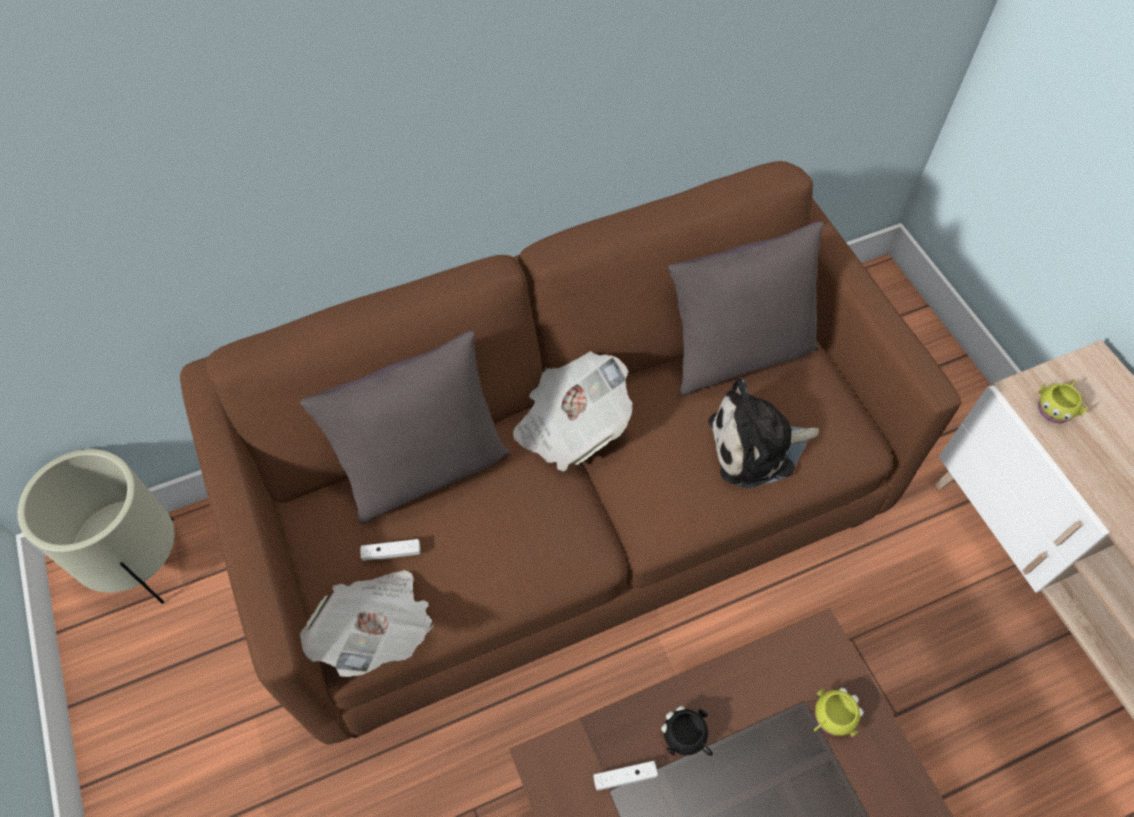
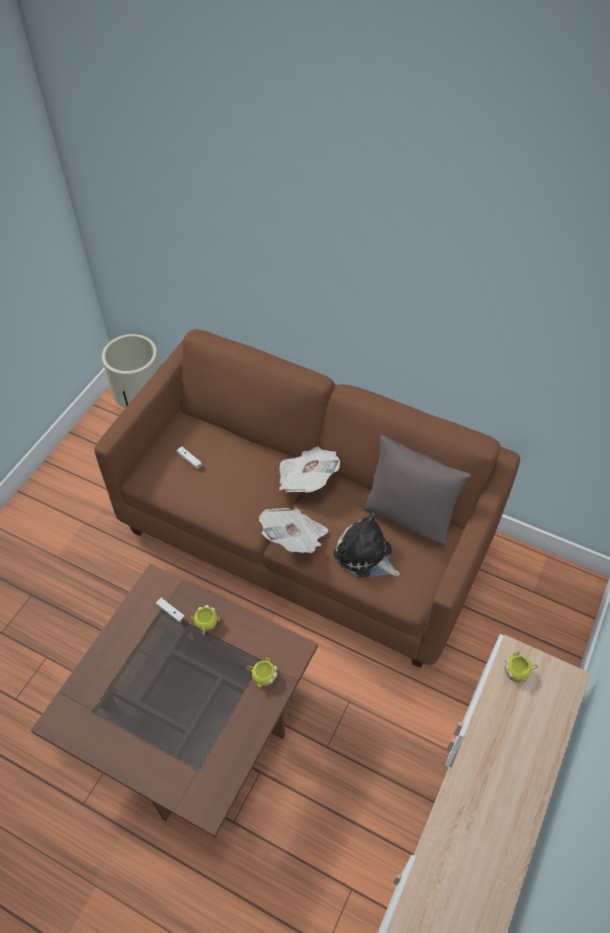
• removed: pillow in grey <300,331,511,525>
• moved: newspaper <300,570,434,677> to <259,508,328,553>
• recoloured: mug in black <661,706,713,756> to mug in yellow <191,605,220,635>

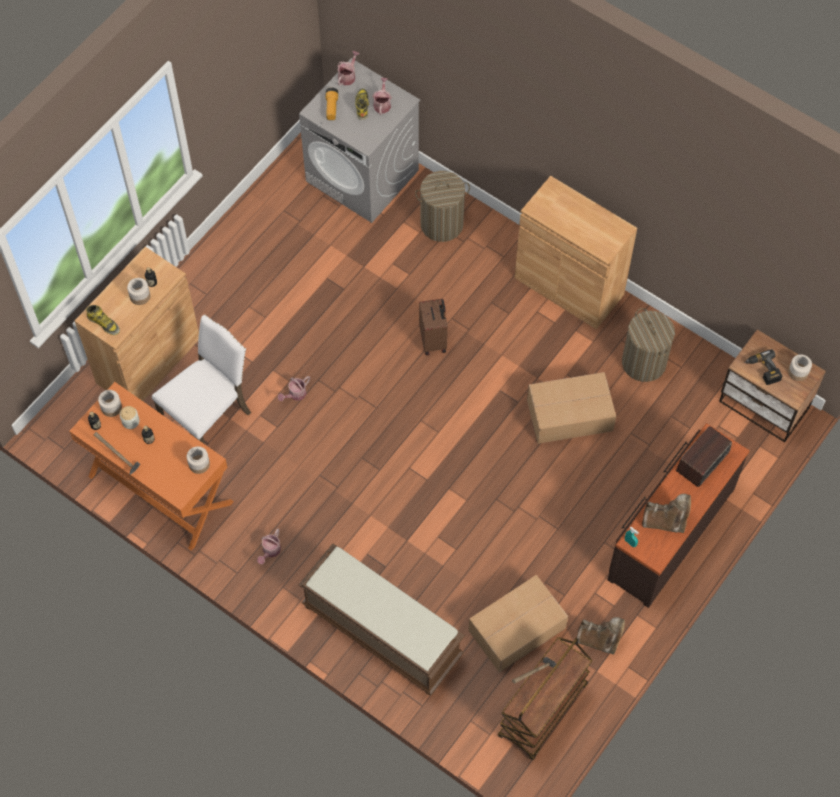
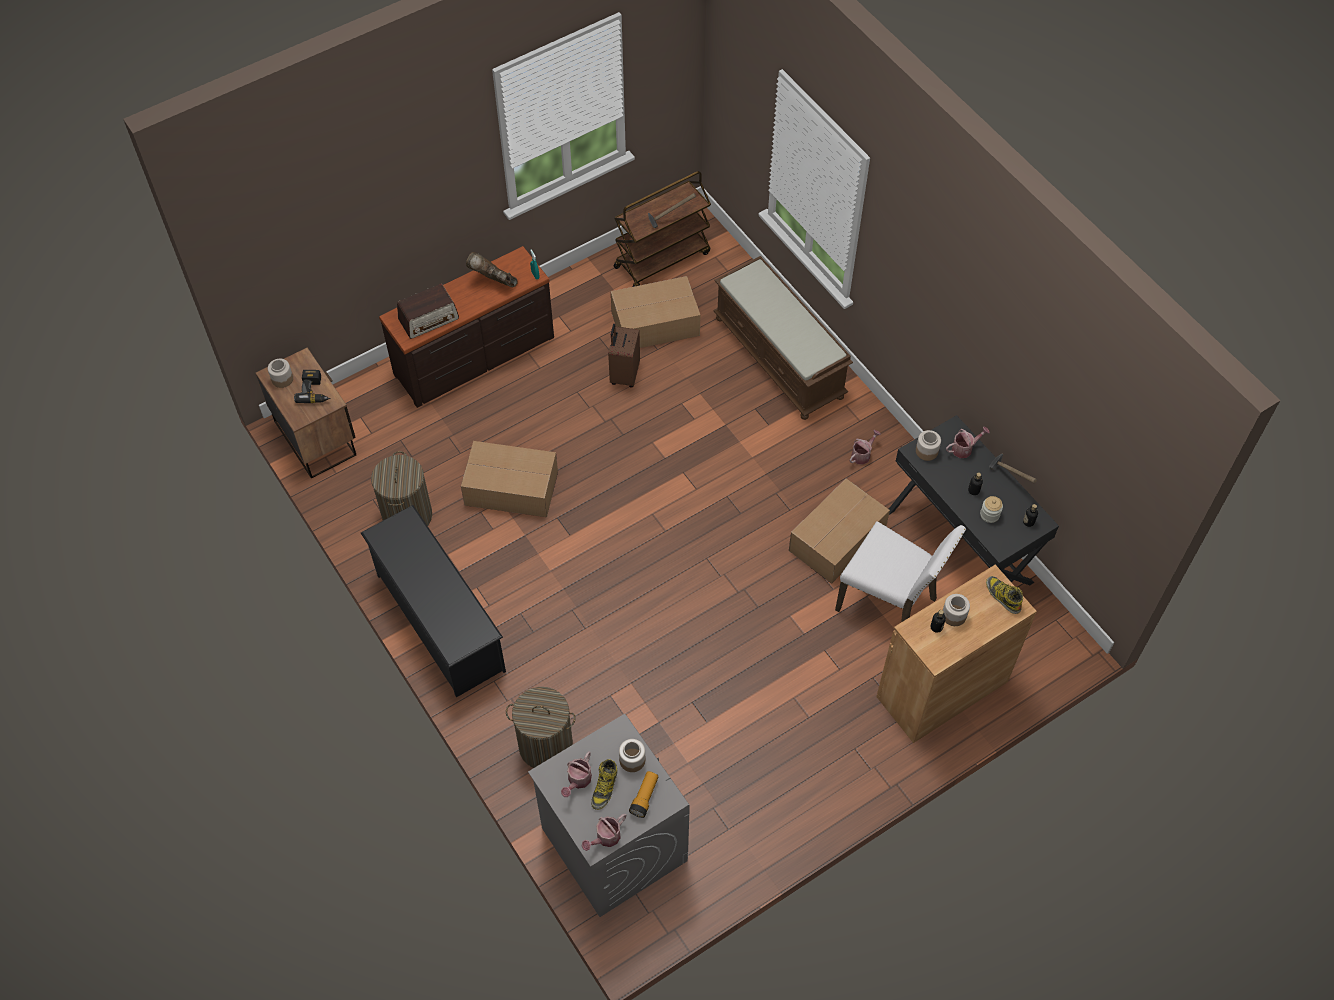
• replaced: cabinet in brown <515,176,637,329> to shoe rack in black <361,505,506,698>
• moved: suitcase in brown <419,299,448,355> to <608,324,640,387>
• turned: chair in white <152,315,251,444> = <835,522,966,622> 120 degrees counterclockwise
• moved: watering can <278,376,310,401> to <946,426,990,458>
• recoloured: desk in orange <69,382,234,551> to desk in black <889,415,1059,585>
• moved: jar <98,390,122,417> to <619,739,645,772>
• removed: boot in brown <577,617,625,655>
• added: cardboard box <789,478,890,584>

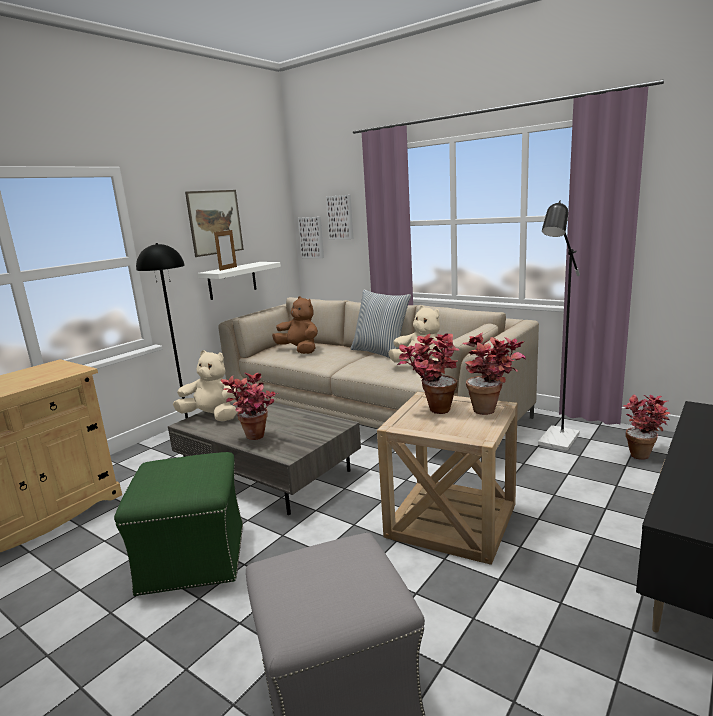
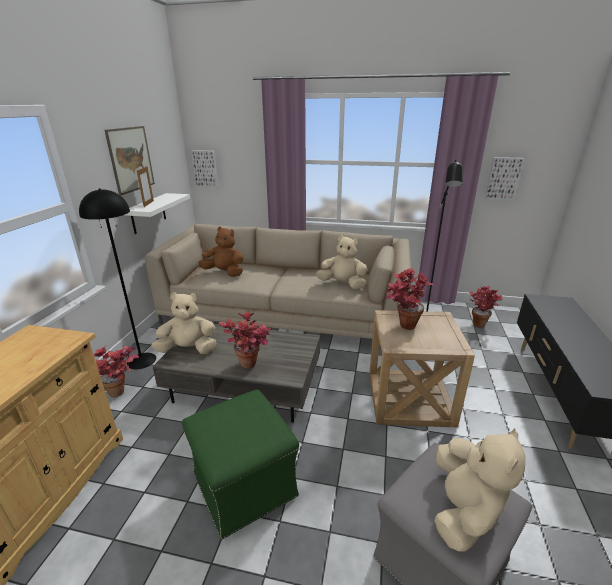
• moved: picture <326,195,354,239> to <485,157,524,200>
• removed: pillow <350,289,411,358>
• moved: potted plant <462,332,526,415> to <94,346,139,397>
• added: plush toy in beige <435,428,526,551>

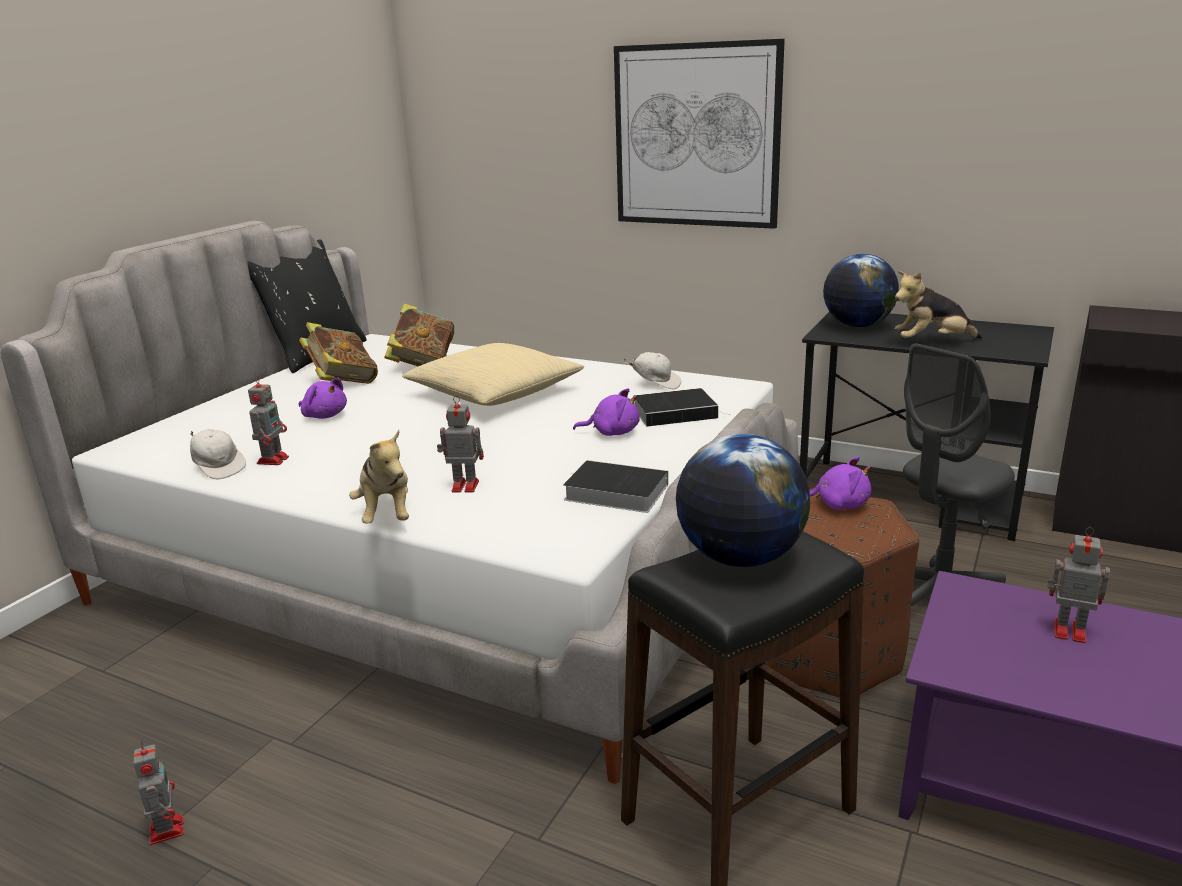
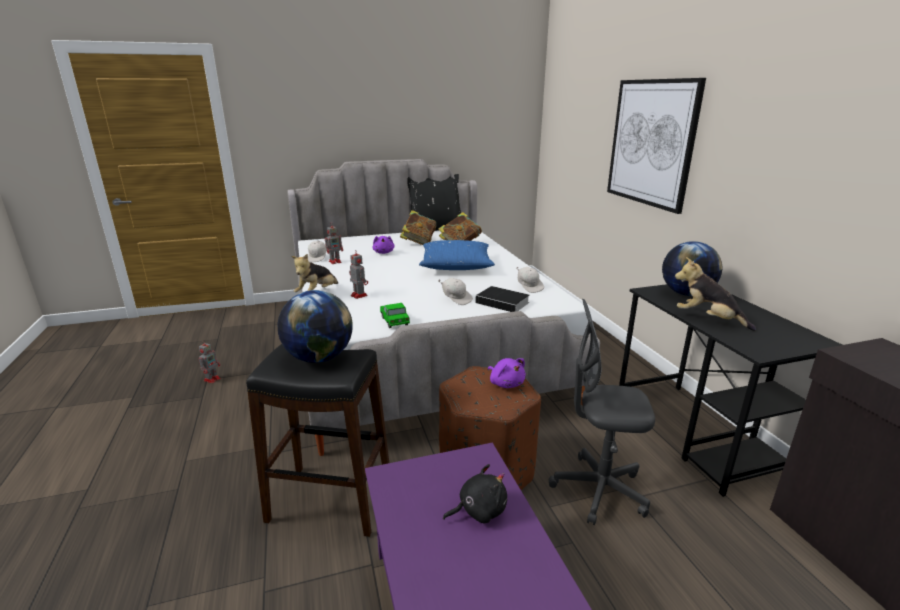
• recoloured: pillow in beige <402,343,584,406> to pillow in blue <419,240,495,270>
• replaced: plush toy in purple <573,388,640,436> to cap in white <439,278,473,305>
• replaced: book <563,460,668,513> to toy car <380,303,410,328>
• replaced: toy robot <1047,527,1110,643> to plush toy in black <443,464,507,523>

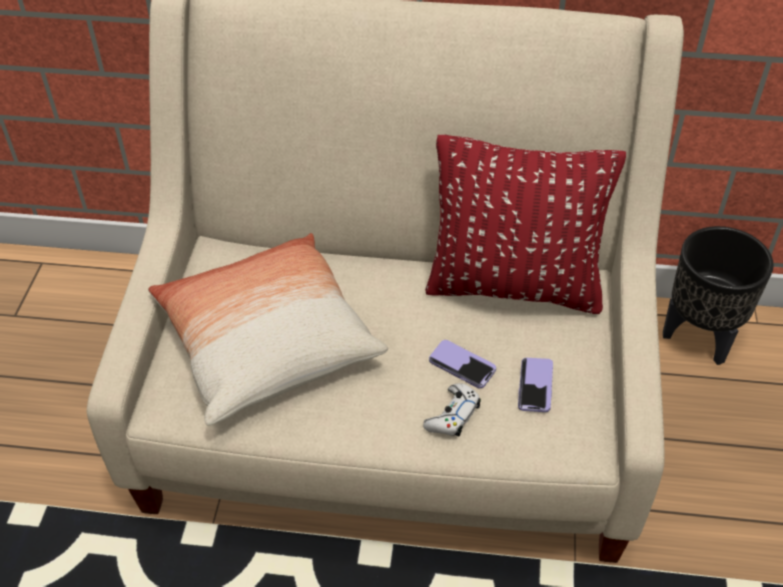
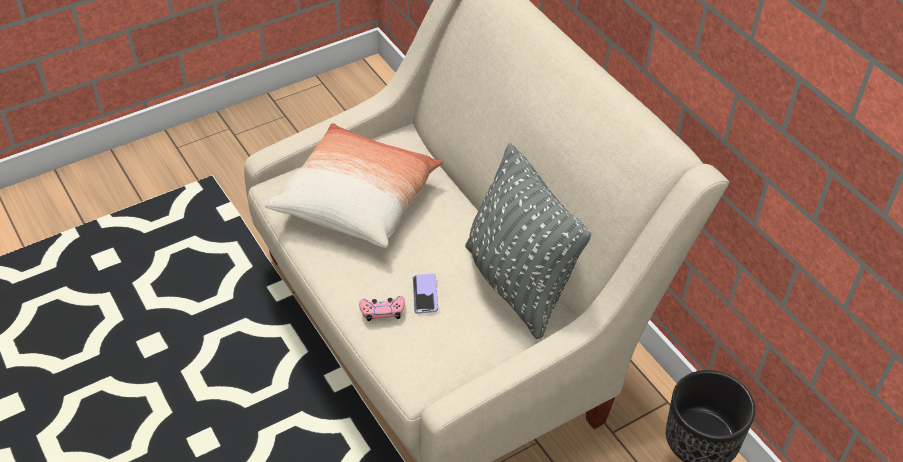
• recoloured: pillow in red <425,134,626,314> to pillow in grey <465,143,591,339>
• removed: phone <518,358,553,412>
• recoloured: game controller in white <423,383,481,436> to game controller in pink <359,296,405,321>

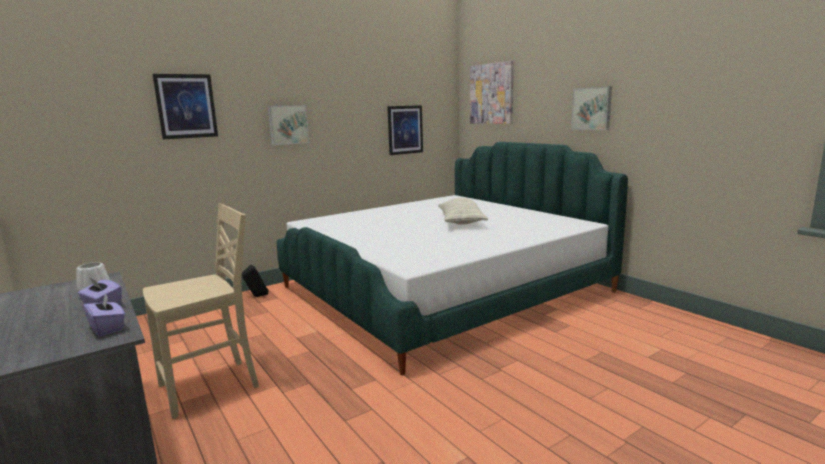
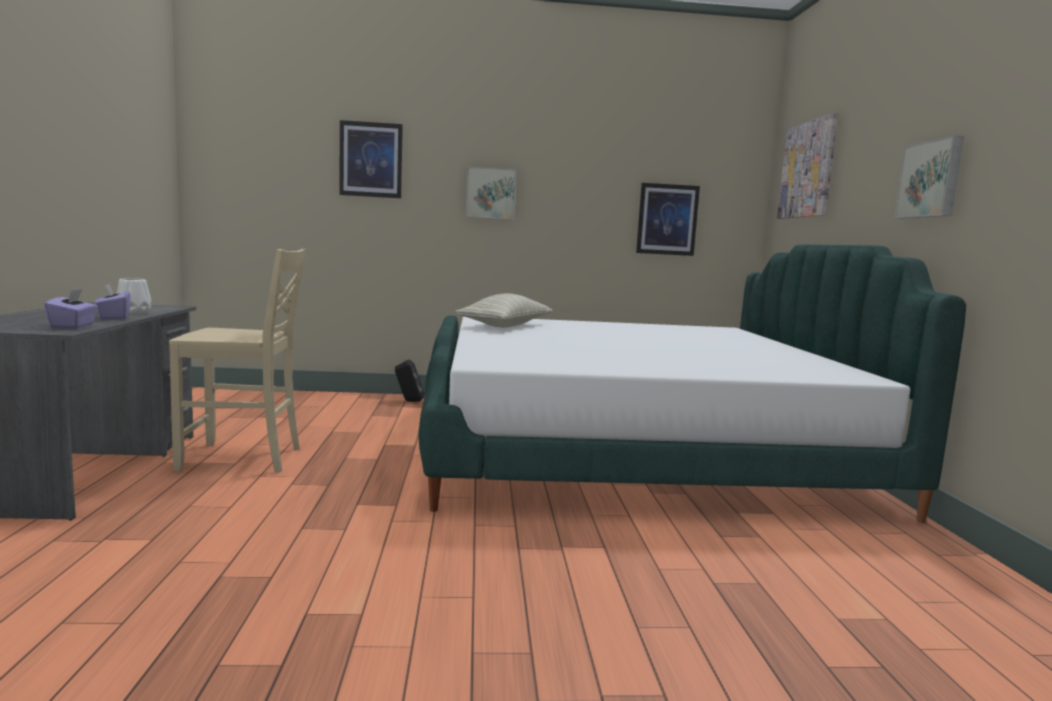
• moved: pillow <438,198,488,225> to <455,293,553,327>

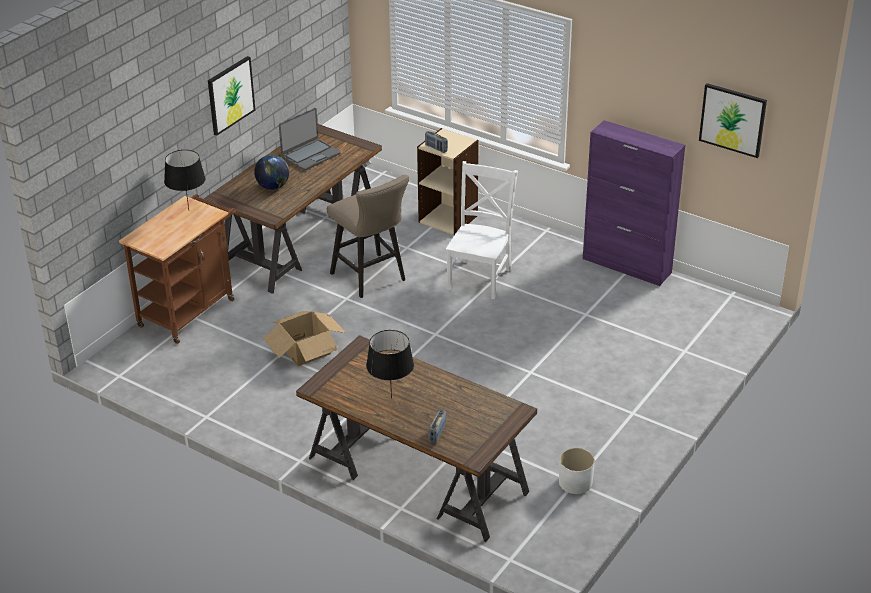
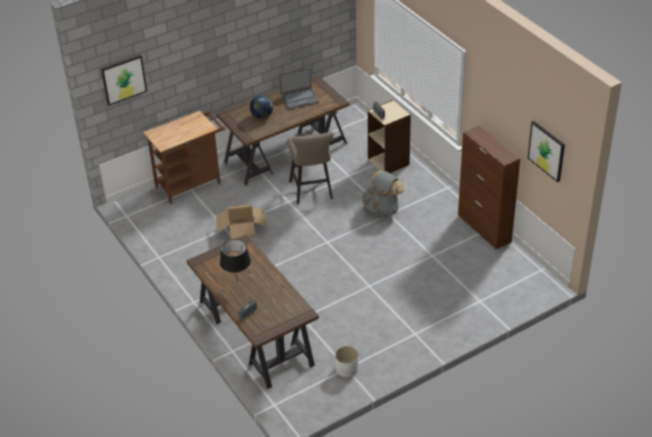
• moved: picture <208,56,255,136> to <101,55,147,105>
• recoloured: cabinet in purple <583,120,685,286> to cabinet in brown <458,126,520,249>
• removed: table lamp in black <164,150,206,209>
• replaced: chair in white <446,161,518,299> to backpack in grey <362,170,404,218>

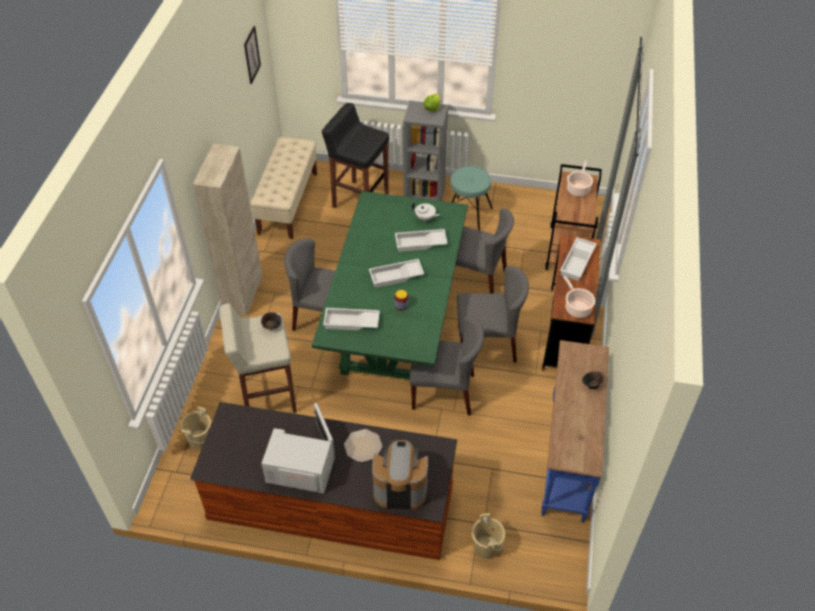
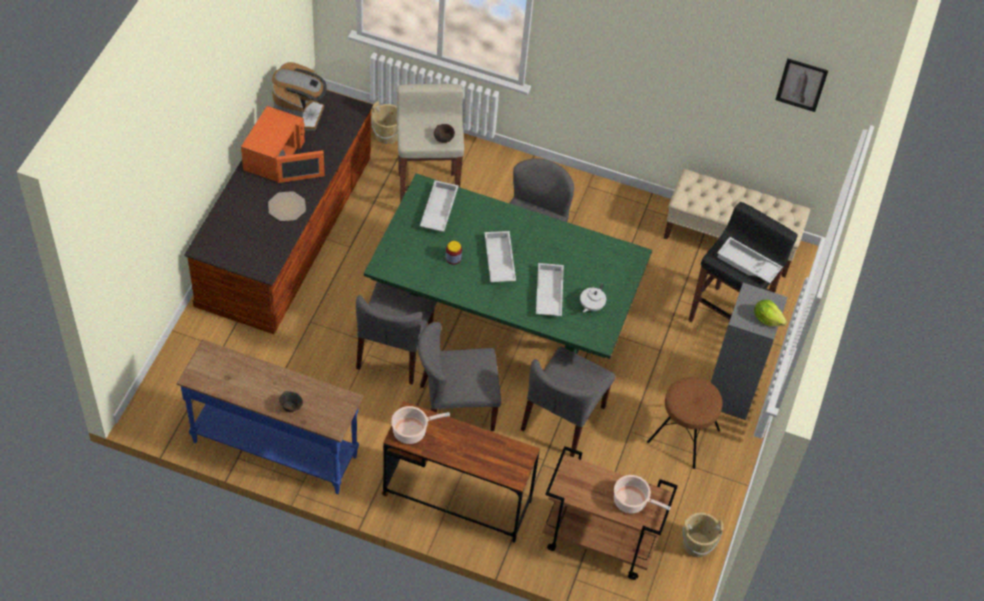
• removed: cabinet in beige <193,144,263,316>
• recoloured: stool in turquoise <450,166,493,230> to stool in brown <647,377,723,469>
• moved: tray in white <560,237,597,281> to <717,237,782,283>
• turned: chair in grey <457,266,529,363> = <418,322,501,431> 75 degrees clockwise
• recoloured: microwave in white <261,403,335,493> to microwave in orange <241,106,325,183>
• moved: coffee machine <372,439,428,509> to <272,62,327,131>
• moved: bucket in beige <472,513,505,559> to <682,513,723,557>

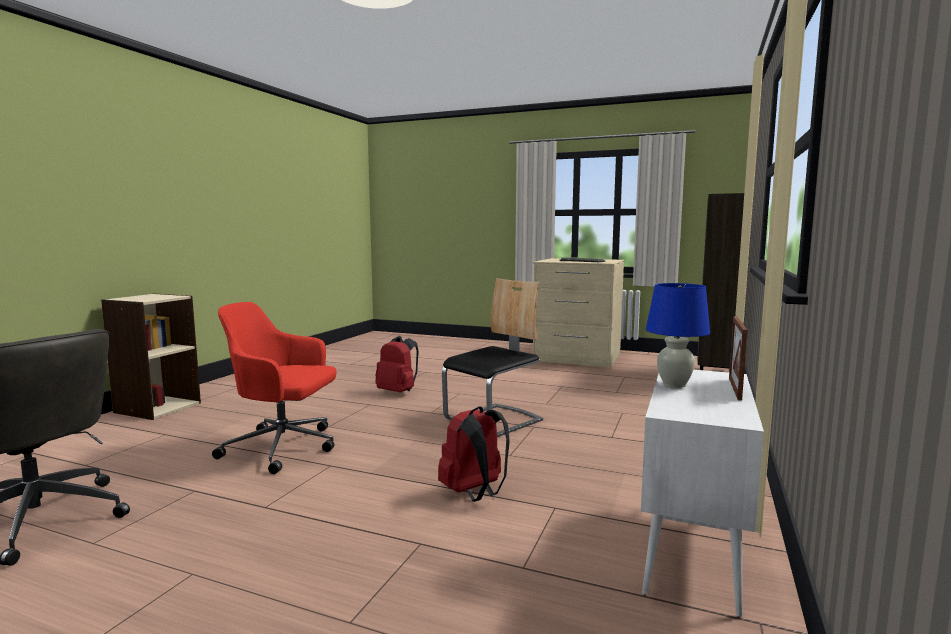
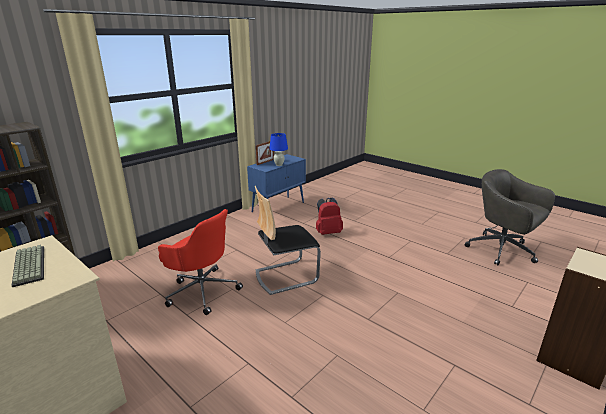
• moved: office chair in red <212,302,336,474> to <158,209,243,315>
• removed: backpack in red <375,336,419,392>
• recoloured: cabinet in white <641,370,764,618> to cabinet in blue <247,154,306,212>

